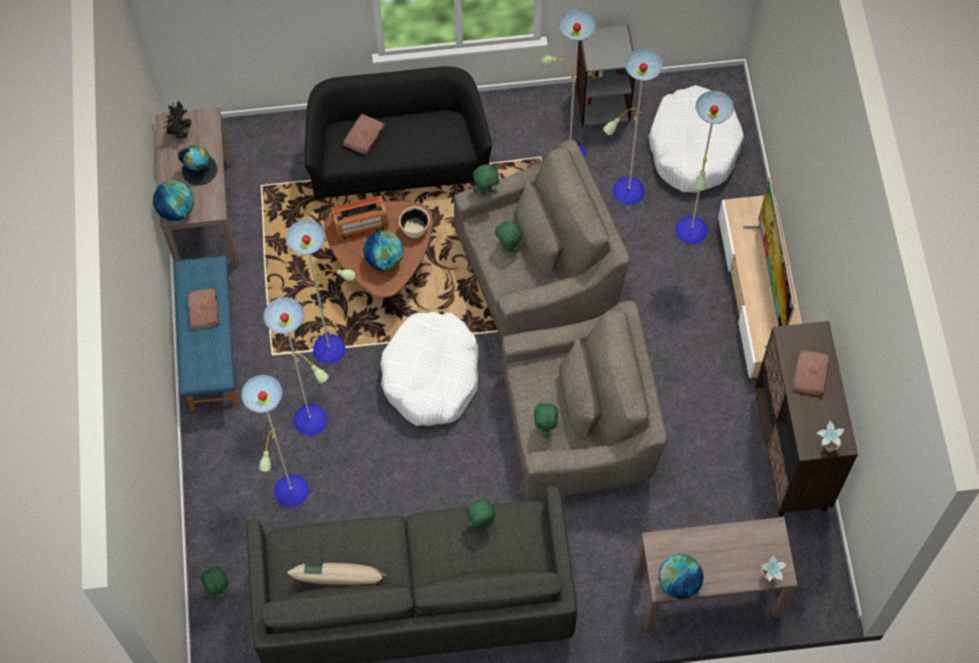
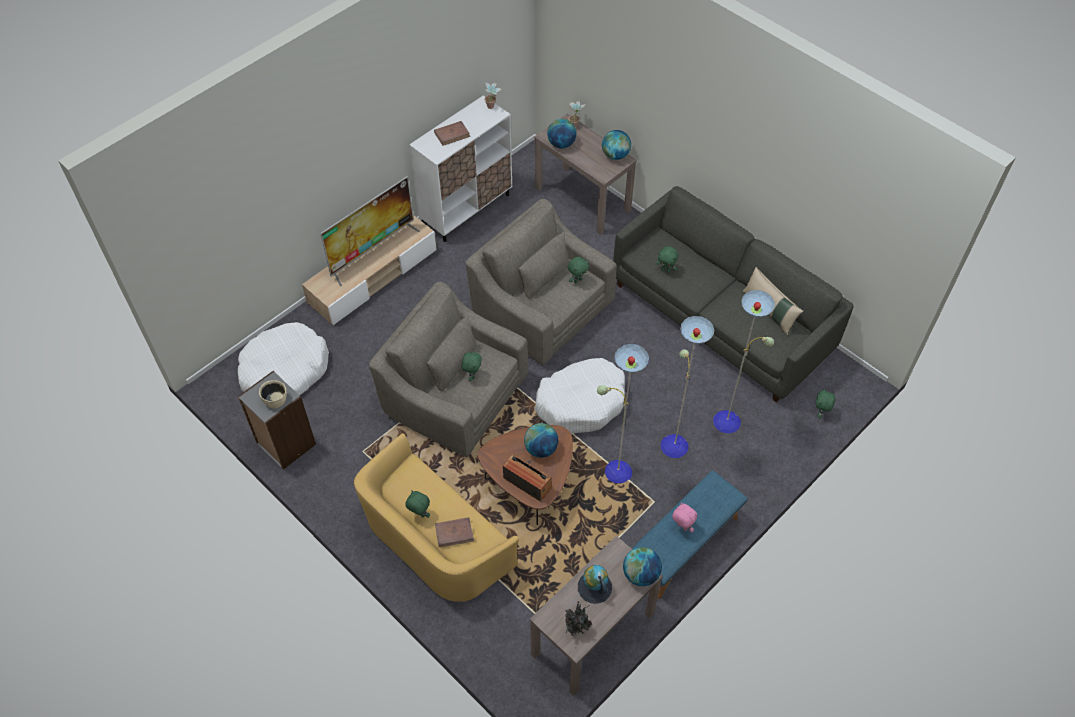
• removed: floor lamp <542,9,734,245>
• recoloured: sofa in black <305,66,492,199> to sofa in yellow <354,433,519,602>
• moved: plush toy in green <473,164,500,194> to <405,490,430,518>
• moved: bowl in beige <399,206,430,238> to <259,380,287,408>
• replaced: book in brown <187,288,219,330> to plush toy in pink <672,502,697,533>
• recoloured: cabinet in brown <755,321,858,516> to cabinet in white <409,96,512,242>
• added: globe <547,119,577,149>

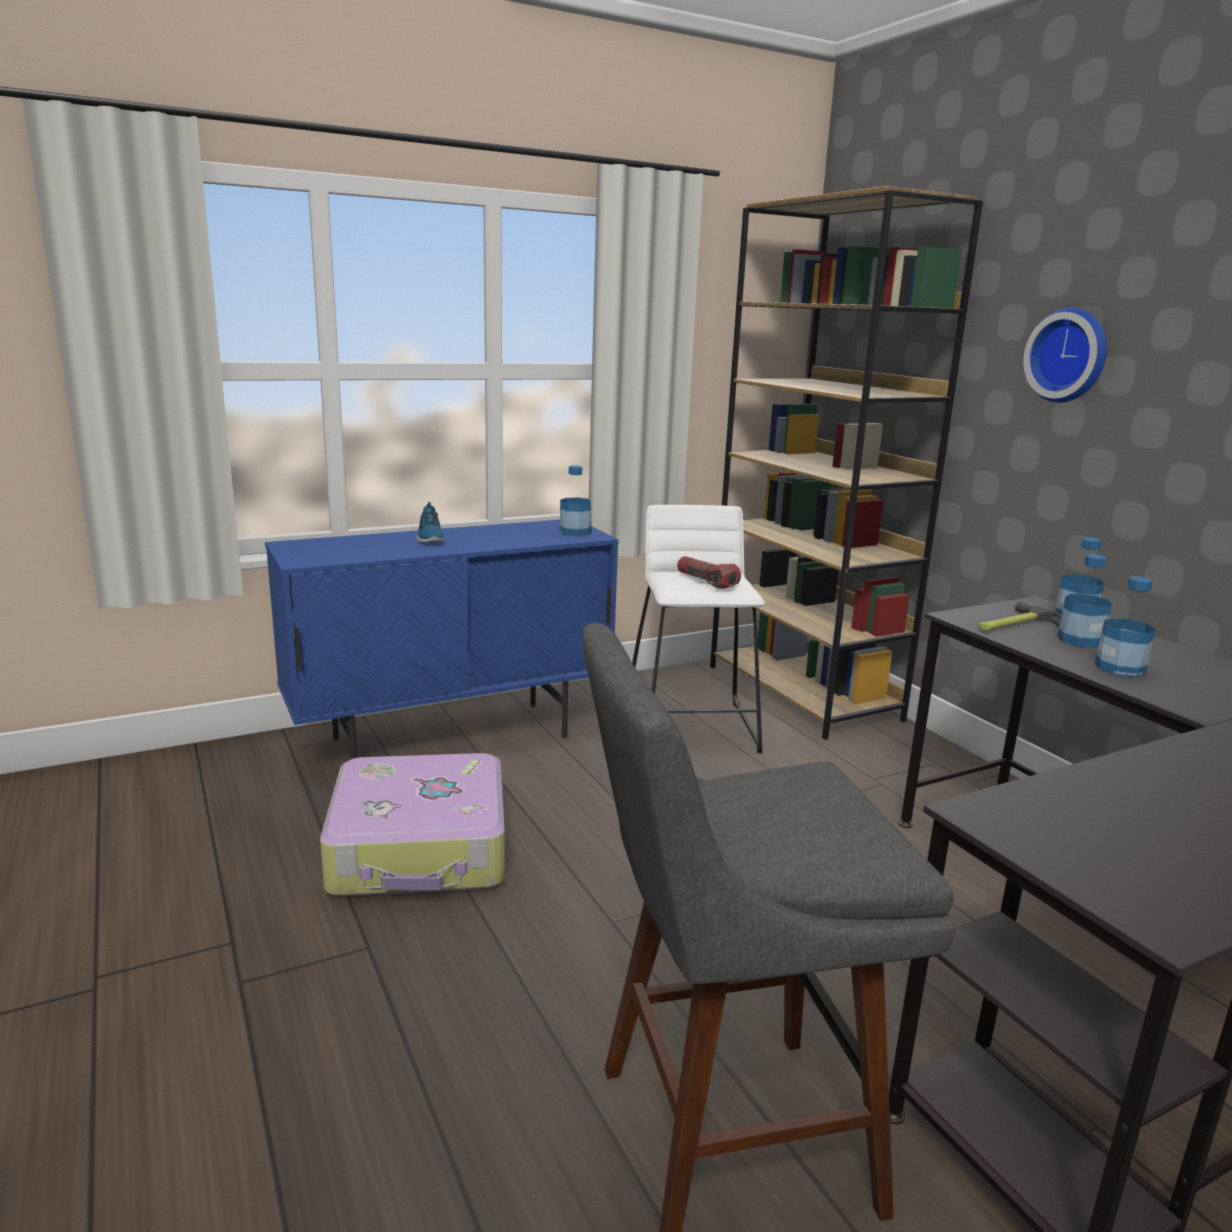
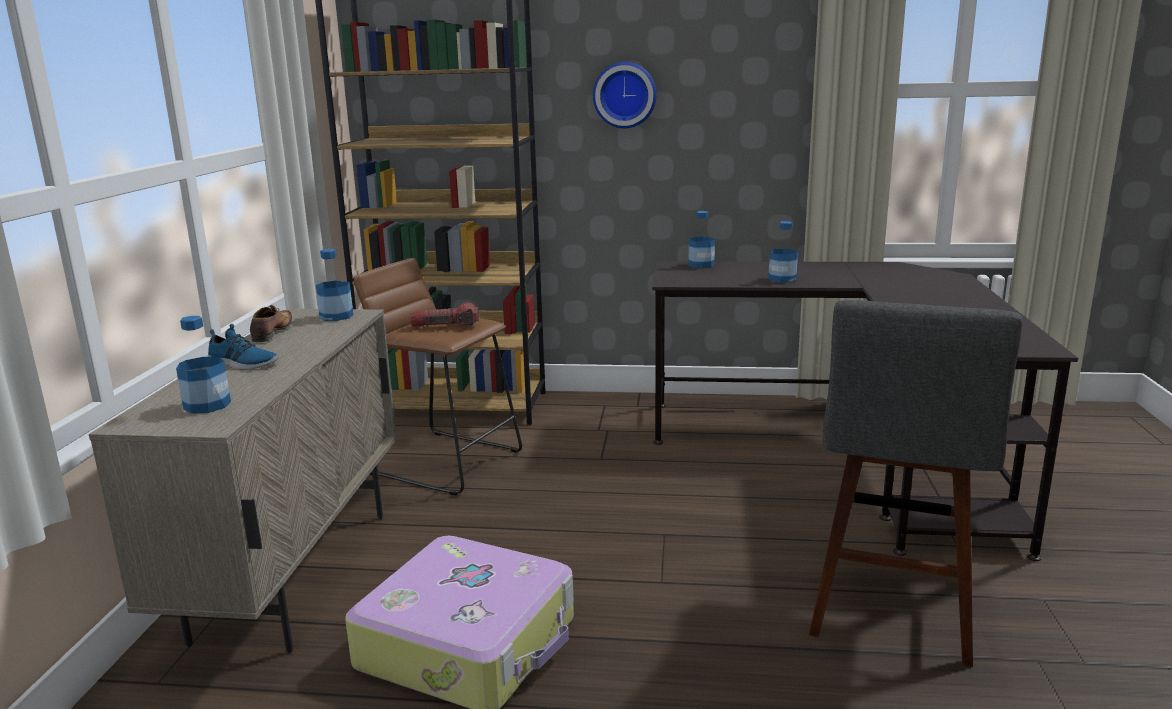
• recoloured: stool in white <632,505,765,753> to stool in brown <354,258,522,495>
• recoloured: cabinet in blue <265,520,619,759> to cabinet in beige <89,309,397,653>
• moved: bottle <1057,554,1112,648> to <176,316,231,414>
• removed: hammer <978,601,1061,631>
• added: shoe <250,305,292,342>

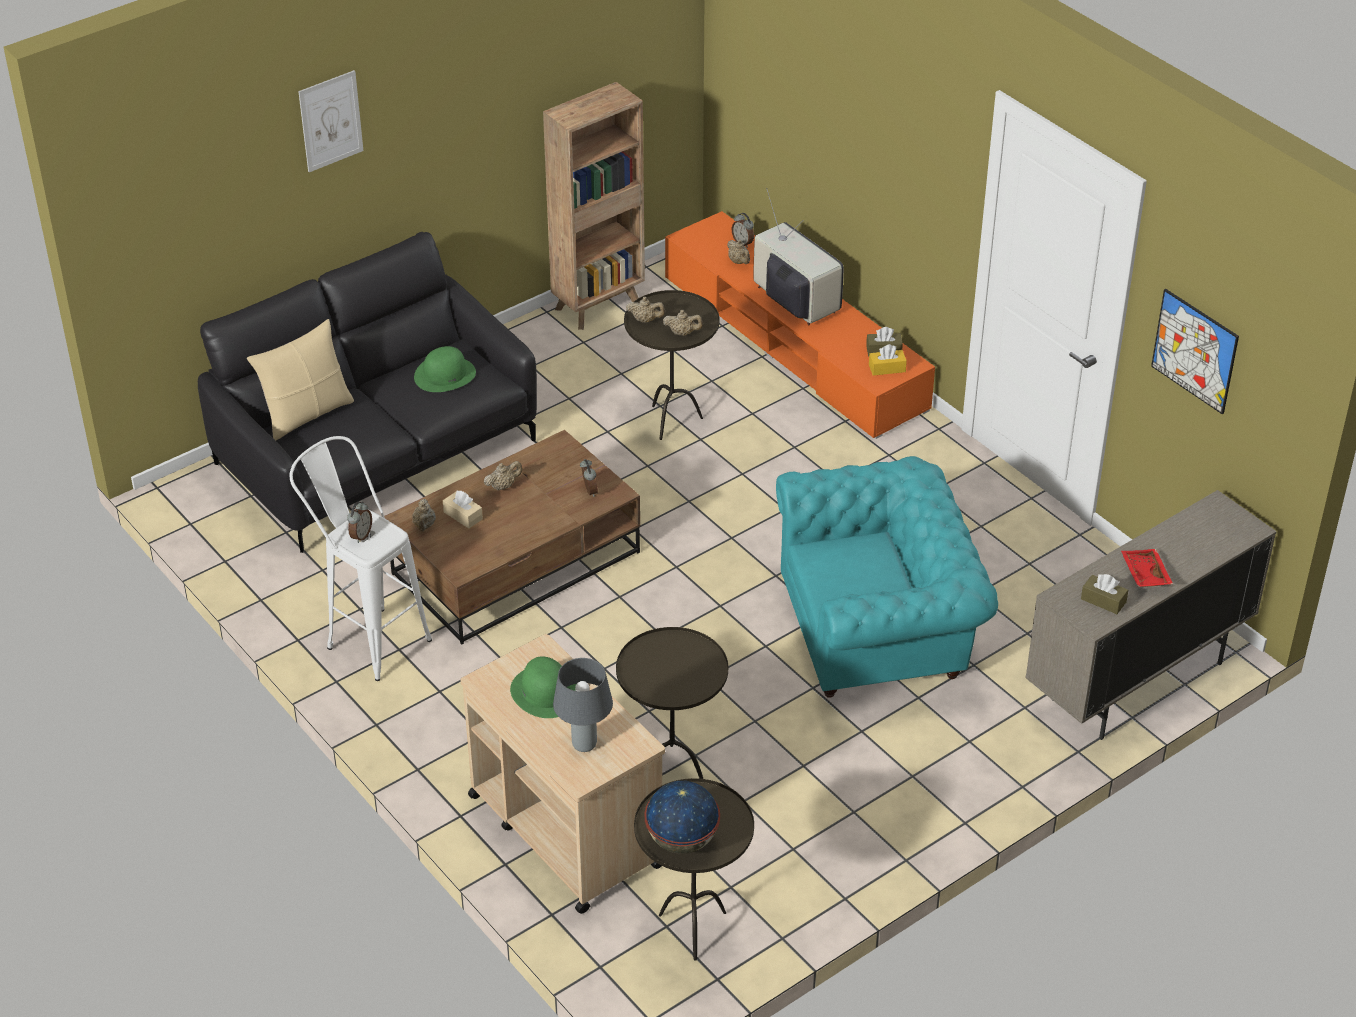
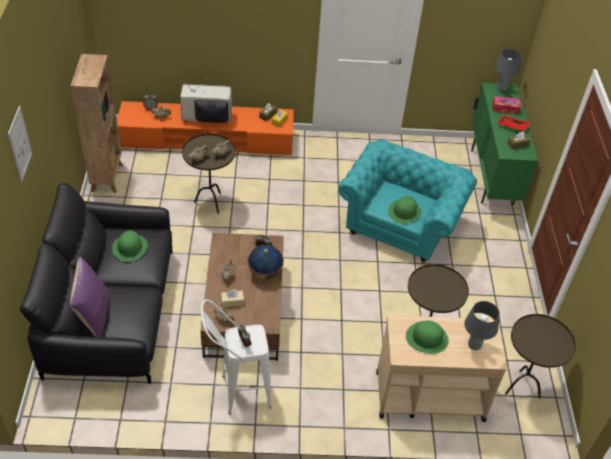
• removed: picture <1151,289,1239,414>
• recoloured: pillow in beige <247,319,354,441> to pillow in purple <70,257,109,337>
• recoloured: cabinet in beige <1025,490,1277,740> to cabinet in green <471,83,538,205>
• moved: globe <645,781,720,854> to <247,245,284,279>
• added: table lamp in grey <495,49,521,91>
• added: tissue box <493,96,521,115>
• added: hat in green <388,196,422,224>

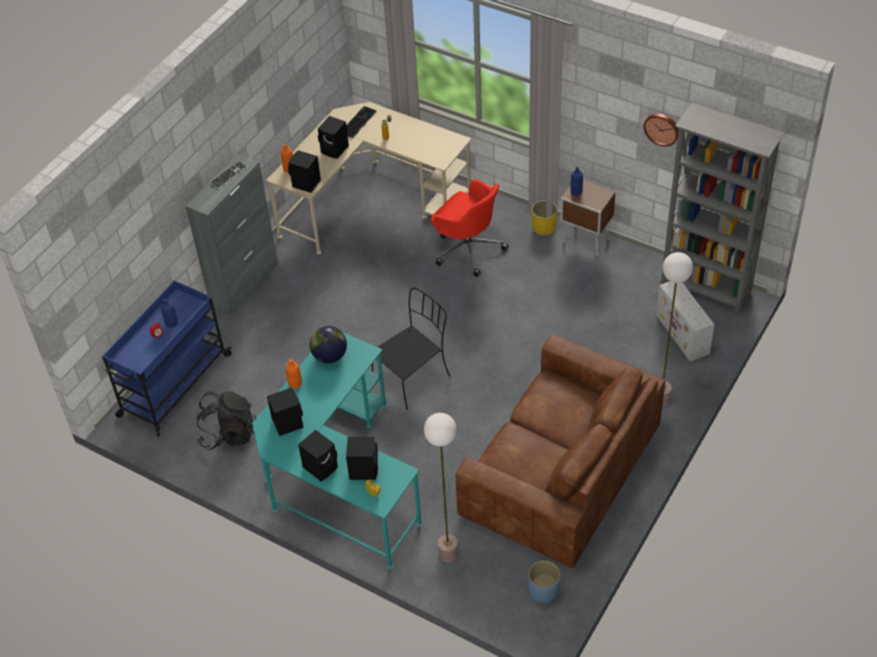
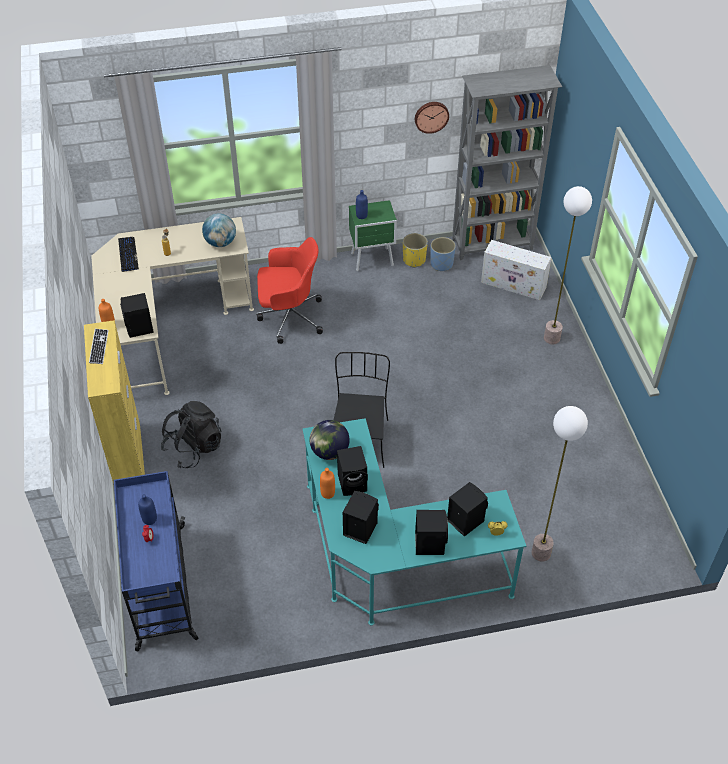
• moved: speaker in black <318,116,349,159> to <337,446,368,496>
• recoloured: cabinet in grey <186,153,278,316> to cabinet in yellow <84,320,145,484>
• recoloured: nightstand in brown <560,180,615,257> to nightstand in green <349,200,397,271>
• moved: planter in yellow <532,200,557,235> to <403,233,428,268>
• removed: sofa in brown <456,334,665,568>
• moved: backpack in black <197,391,256,450> to <161,401,221,468>
• moved: planter in blue <528,560,560,603> to <430,237,456,271>
• added: globe <202,213,236,247>

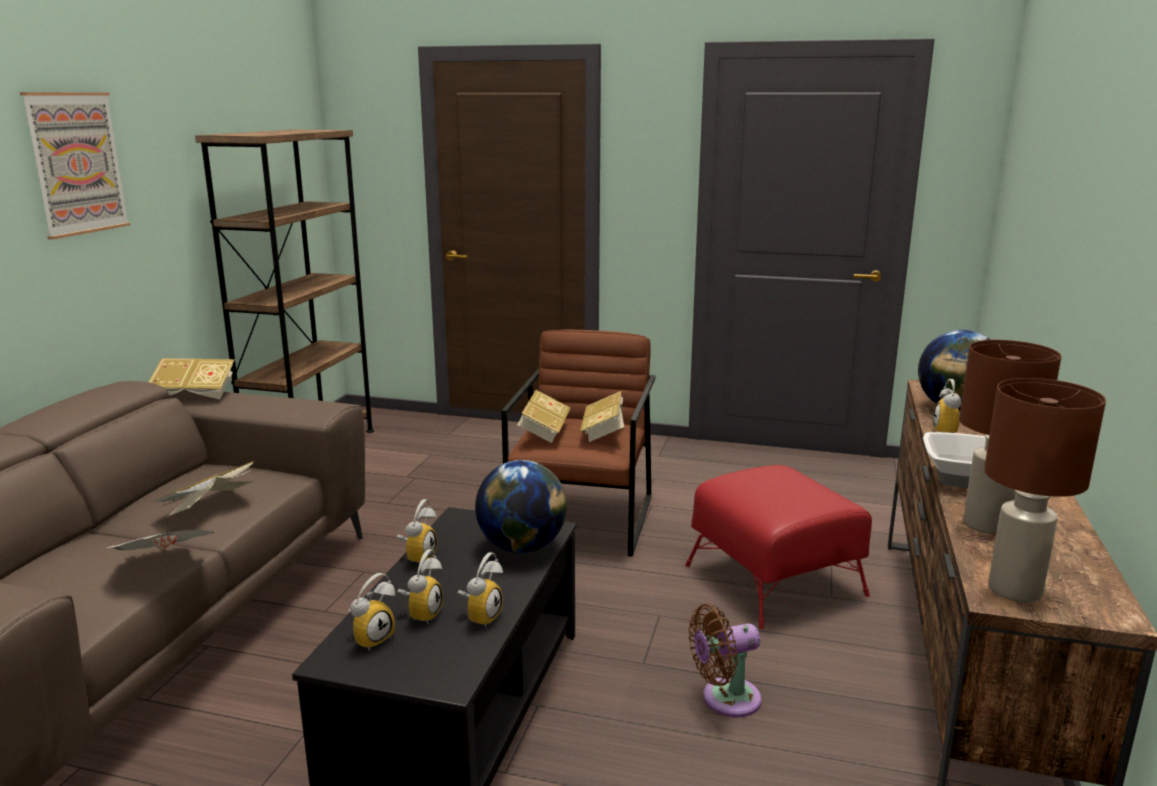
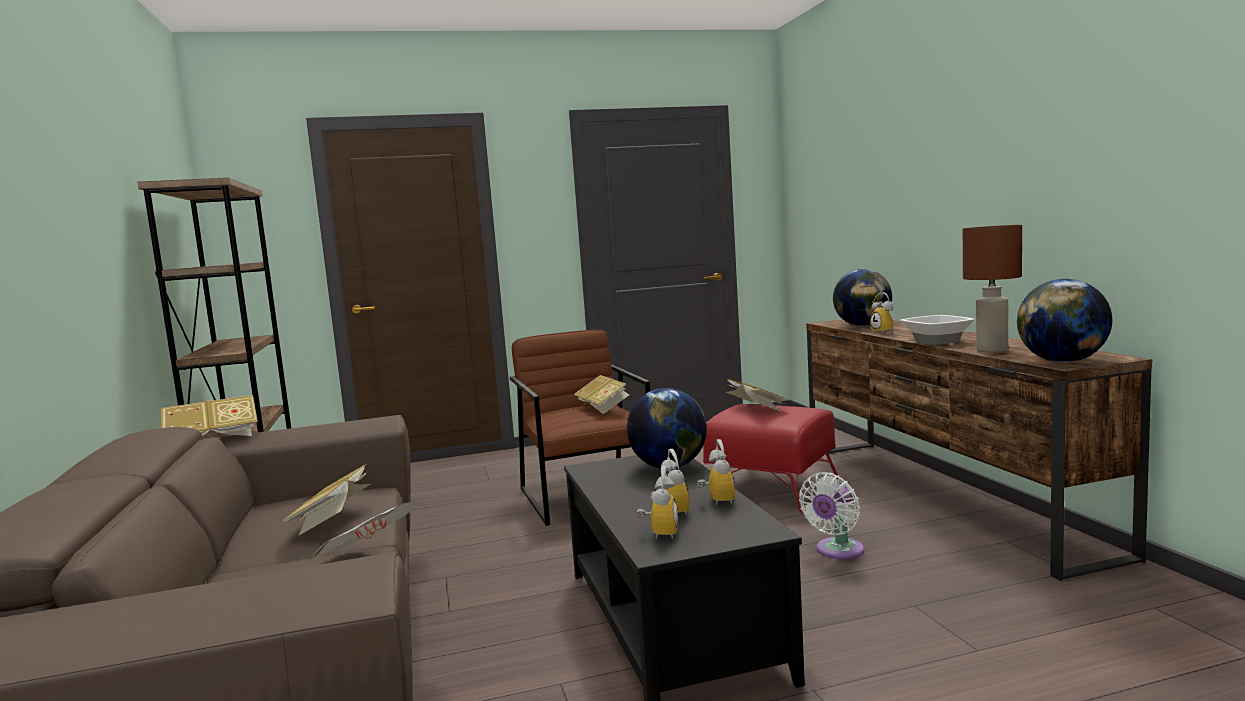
• removed: picture <20,92,130,239>
• replaced: table lamp in brown <984,378,1106,602> to globe <1017,279,1112,363>
• moved: book <517,390,570,443> to <726,379,789,411>
• removed: alarm clock <397,499,437,563>
• recoloured: fan in brown <689,604,762,717> to fan in white <799,472,864,559>

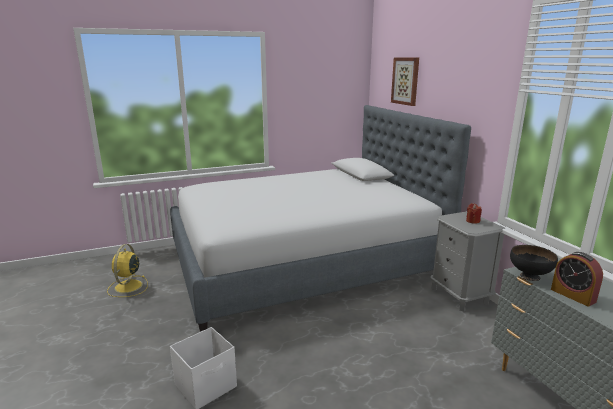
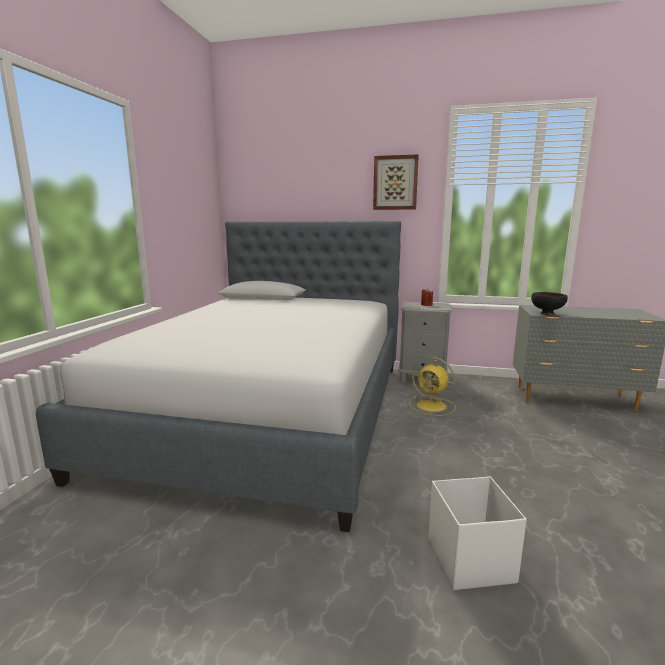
• moved: picture <391,58,419,106> to <373,154,419,210>
• moved: fan in yellow <107,244,148,297> to <409,357,456,416>
• removed: alarm clock <551,252,603,307>

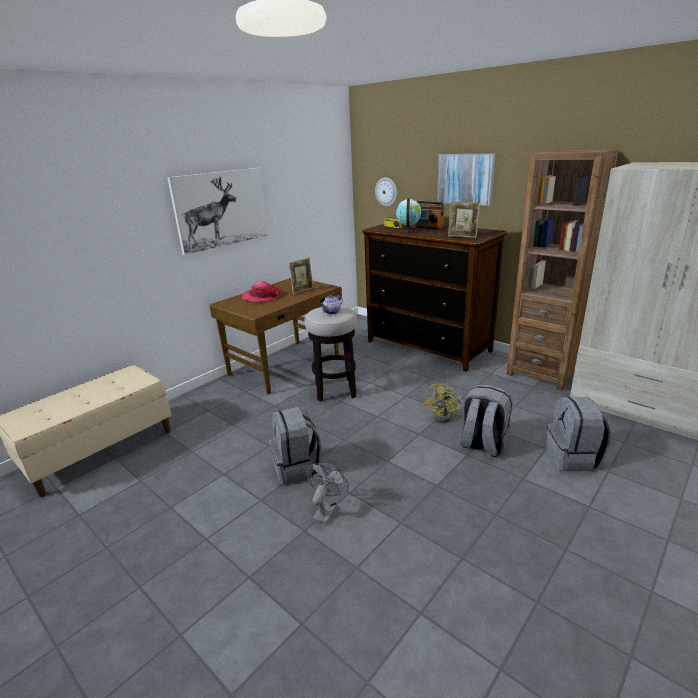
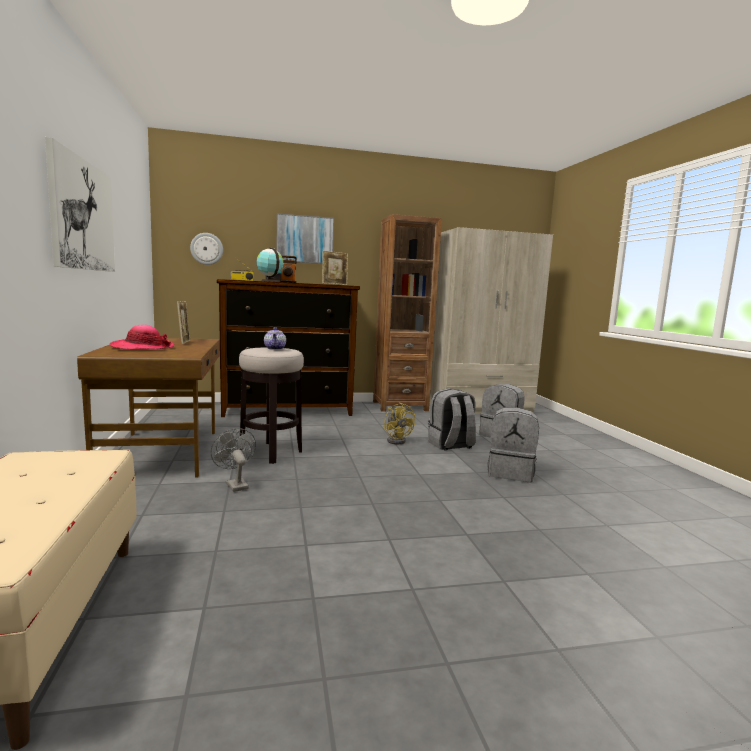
• moved: backpack in grey <269,407,322,485> to <487,407,539,482>
• moved: fan in grey <306,463,348,524> to <211,428,256,492>

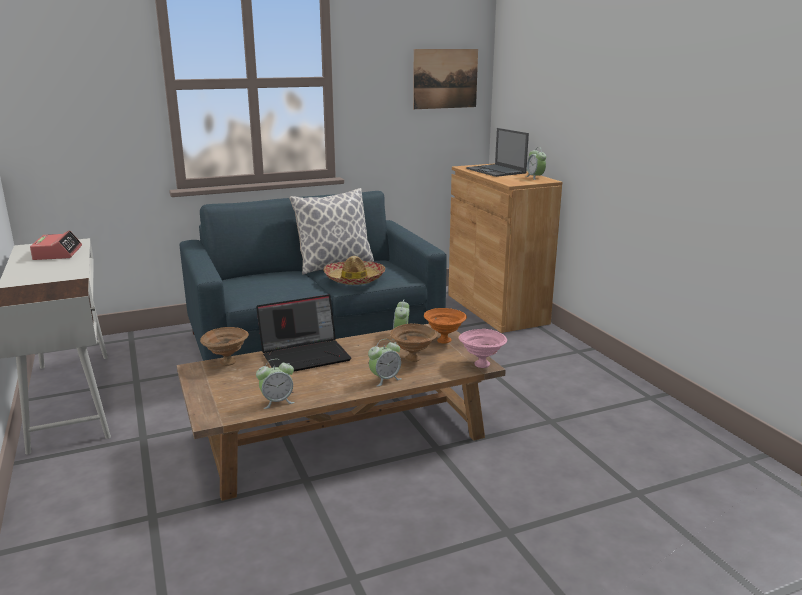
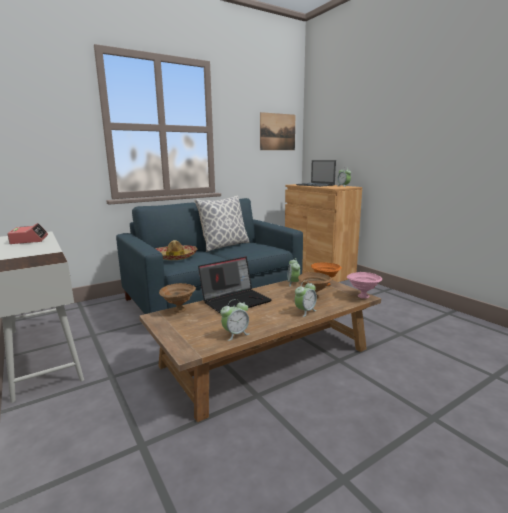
• moved: hat <323,256,385,285> to <155,240,197,260>

